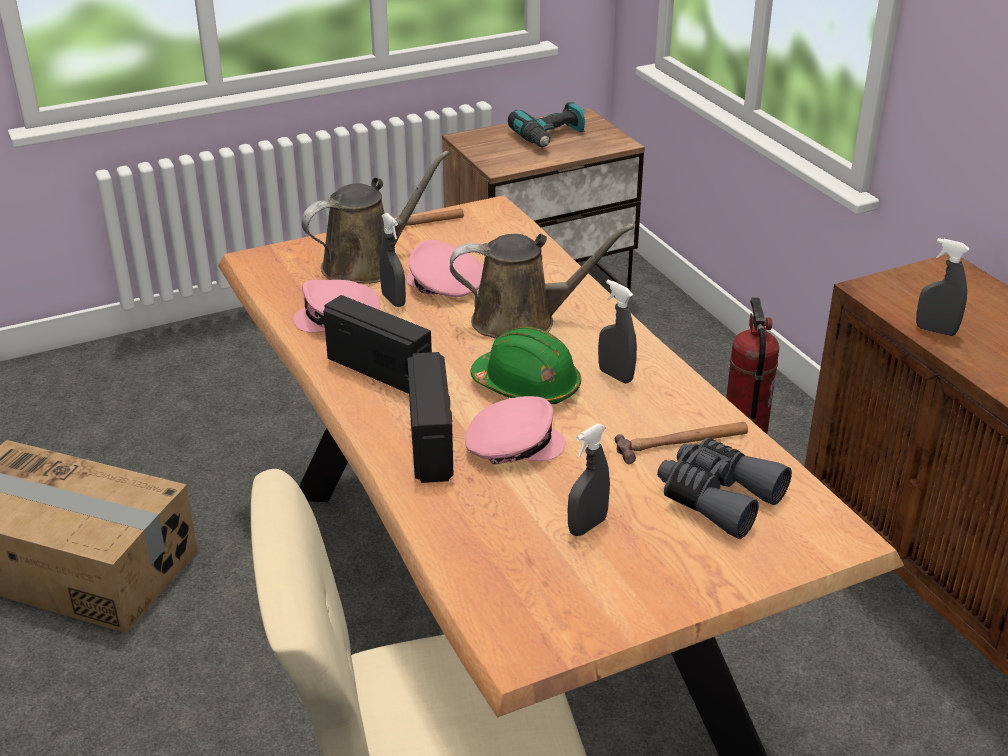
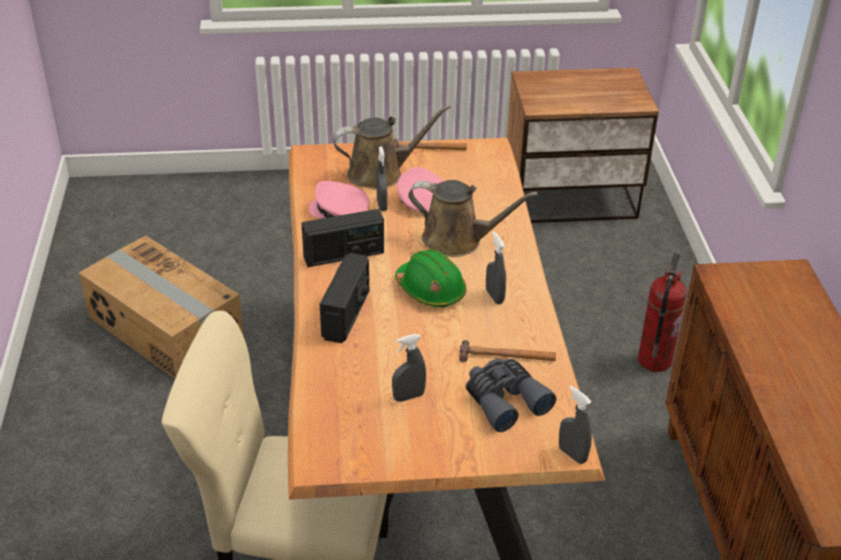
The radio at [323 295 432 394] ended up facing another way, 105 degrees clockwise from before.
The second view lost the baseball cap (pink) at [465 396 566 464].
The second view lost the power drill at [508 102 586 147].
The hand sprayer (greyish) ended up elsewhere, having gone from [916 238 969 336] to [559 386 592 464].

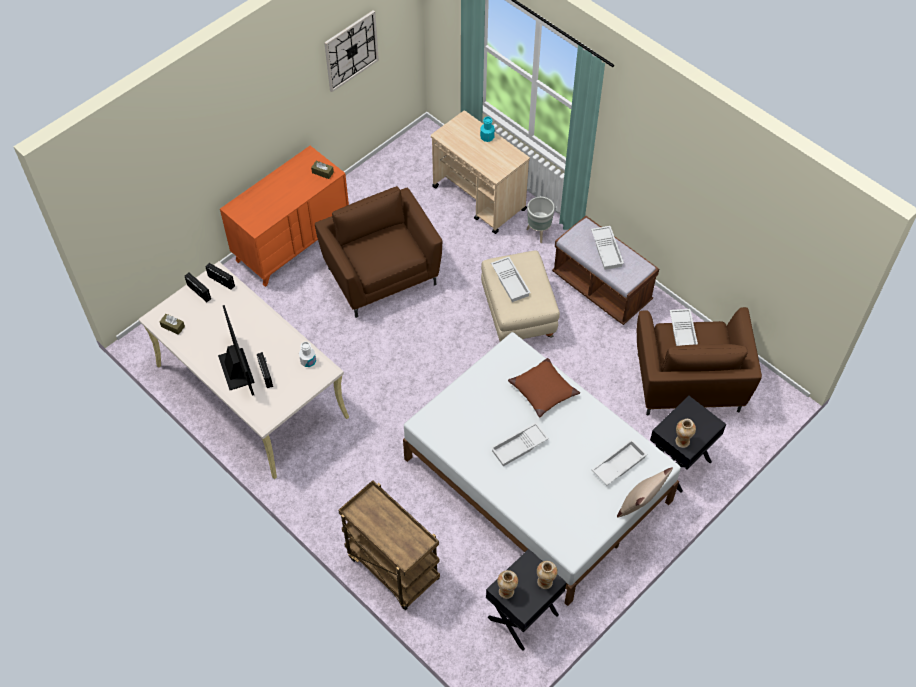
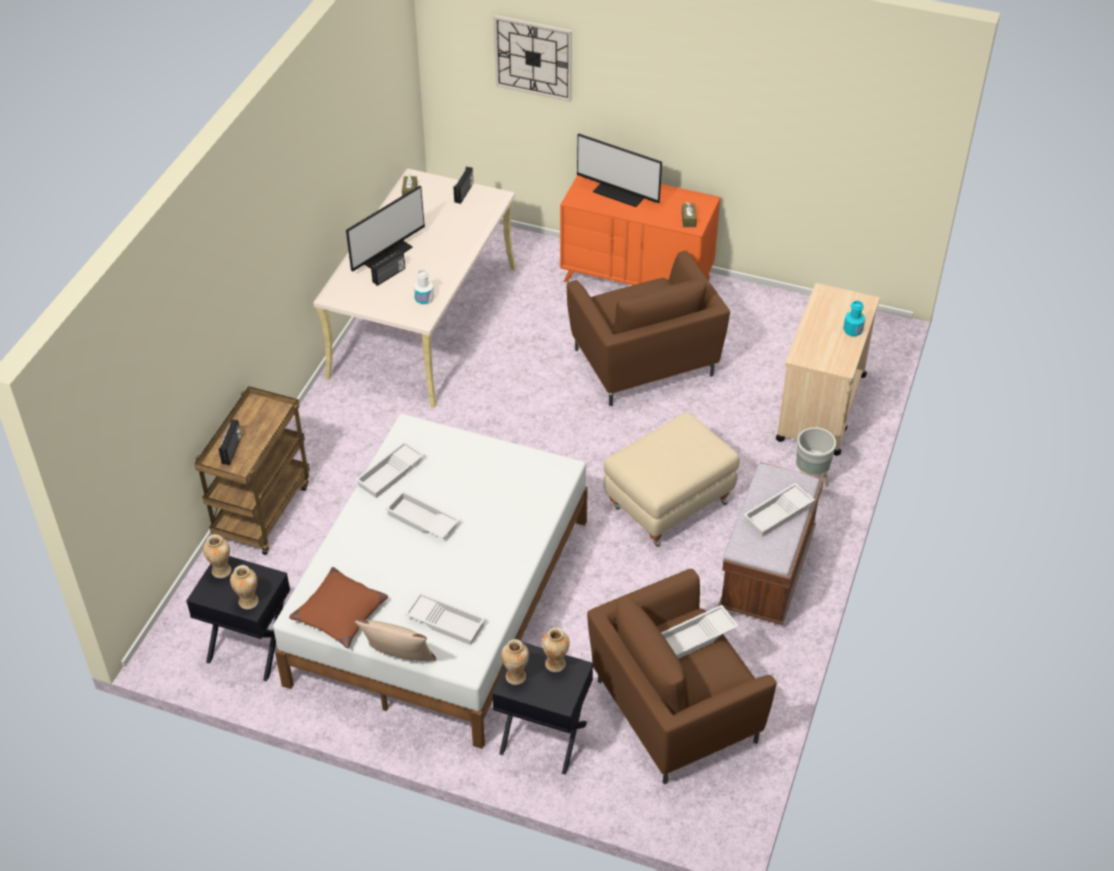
The radio ended up elsewhere, having gone from [206 263 235 290] to [219 419 241 465].
The lounge chair (brown-coloured) at [315 186 442 318] ended up facing another way, 120 degrees clockwise from before.
The wall clock ended up elsewhere, having gone from [324 10 379 92] to [494 15 572 102].
The serving tray (whitish) ended up elsewhere, having gone from [491 257 531 302] to [355 441 425 498].
The pillow (brown-coloured) ended up elsewhere, having gone from [508 358 580 417] to [289 567 388 648].
The second view gained the vase at [542 627 570 672].
The second view gained the computer display at [577 134 662 207].

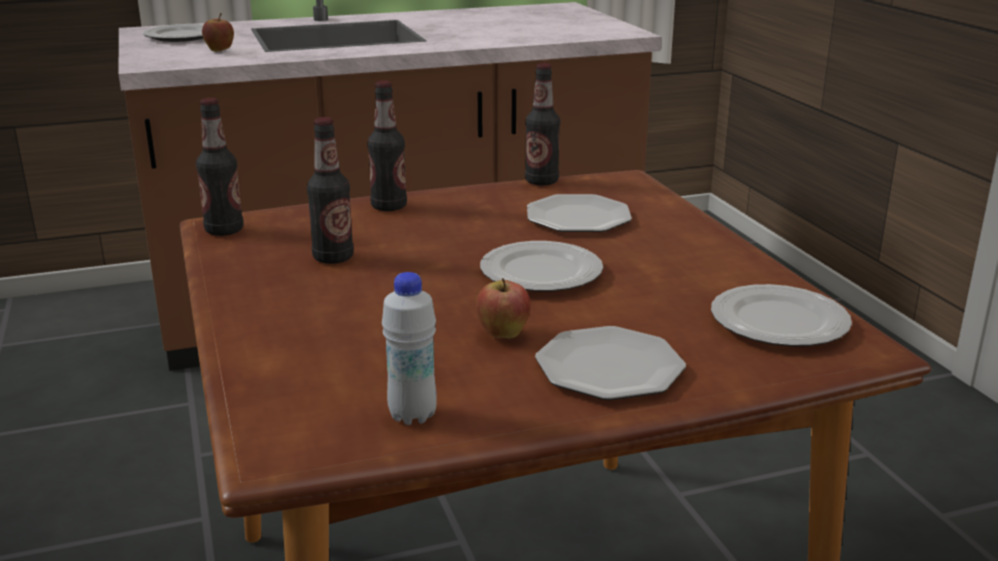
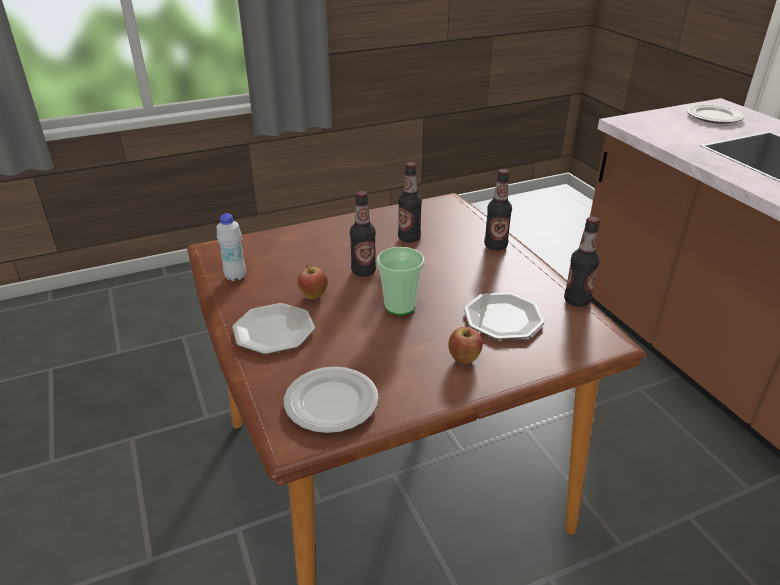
The drink bottle ended up elsewhere, having gone from [196 98 244 236] to [350 191 376 277].
The apple ended up elsewhere, having gone from [202 13 234 52] to [448 327 483 364].
Where the plate stood at [480 241 603 291], the drinking cup came to stand at [377 247 424 315].

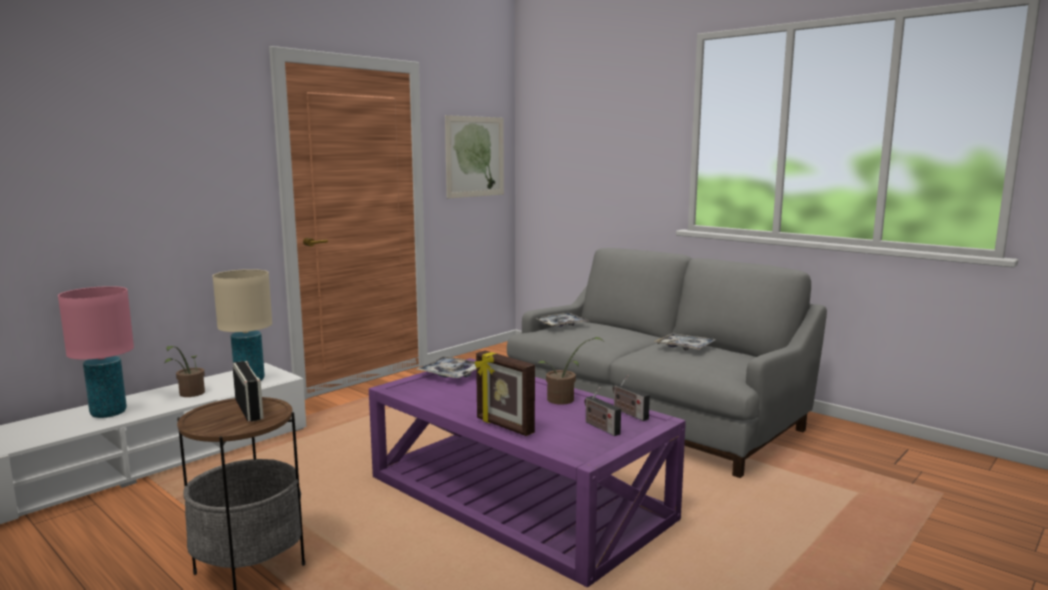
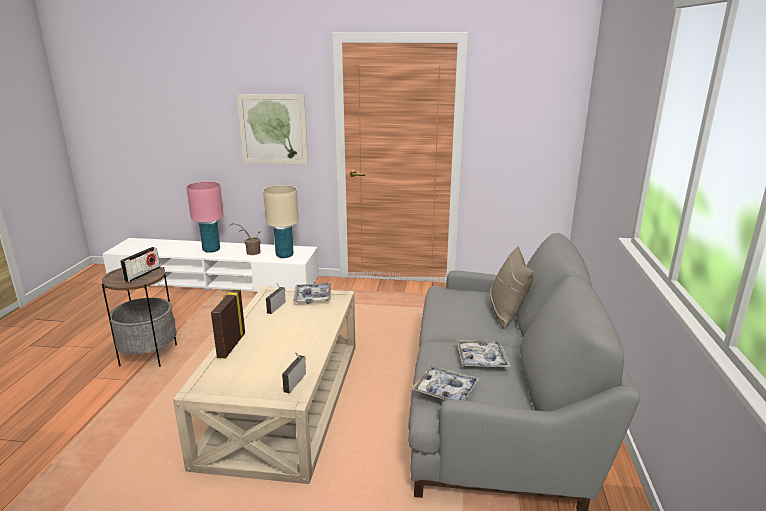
What was the lounge table (purple) at [369 358 686 587] turned into the lounge table (beige) at [173 286 355 484].
The wall art ended up elsewhere, having gone from [445 115 504 199] to [237 94 308 165].
The serving tray ended up elsewhere, having gone from [536 313 588 327] to [411 366 480 401].
The second view lost the houseplant at [537 337 603 405].
The radio ended up elsewhere, having gone from [585 387 621 436] to [266 283 286 314].
The second view gained the pillow (beige) at [490 246 534 329].

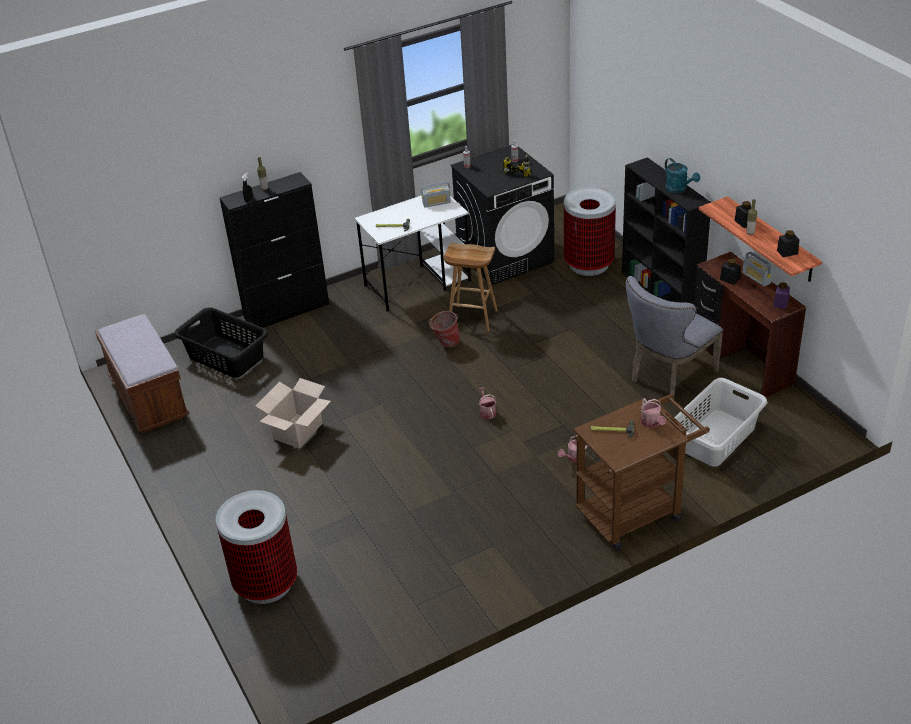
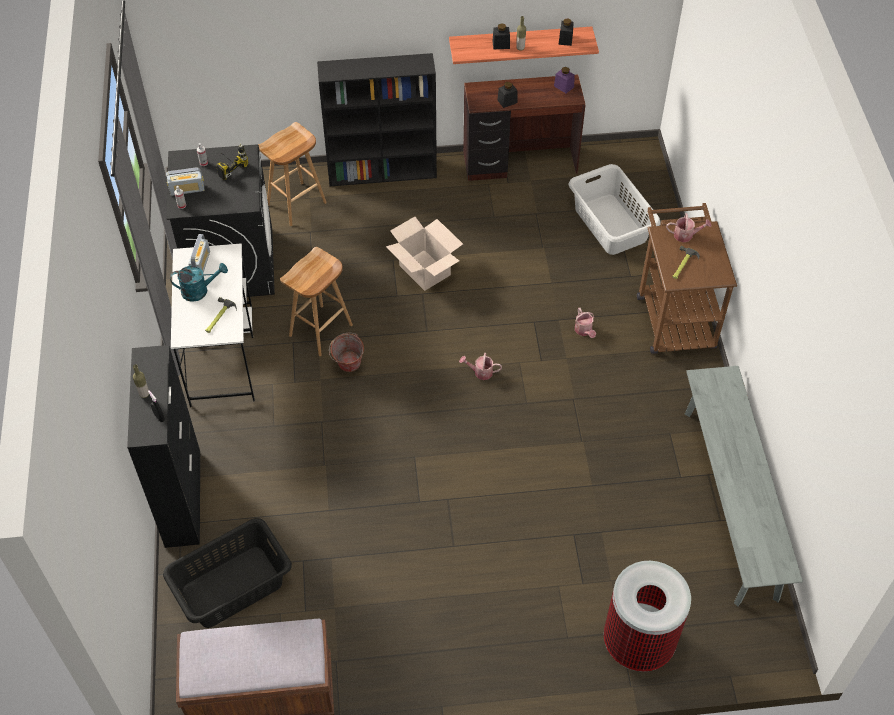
The carton ended up elsewhere, having gone from [255 378 331 449] to [386 217 463 291].
Where the trash can stood at [564 187 616 276], the sitting stool (brown-coloured) came to stand at [258 122 327 226].
The second view lost the chair (greyish) at [626 276 723 397].
The watering pot (blue-green) ended up elsewhere, having gone from [665 158 700 194] to [170 263 228 302].
The radio ended up elsewhere, having gone from [742 252 773 287] to [166 167 204 196].
The second view gained the bench (greyish) at [685 366 803 606].

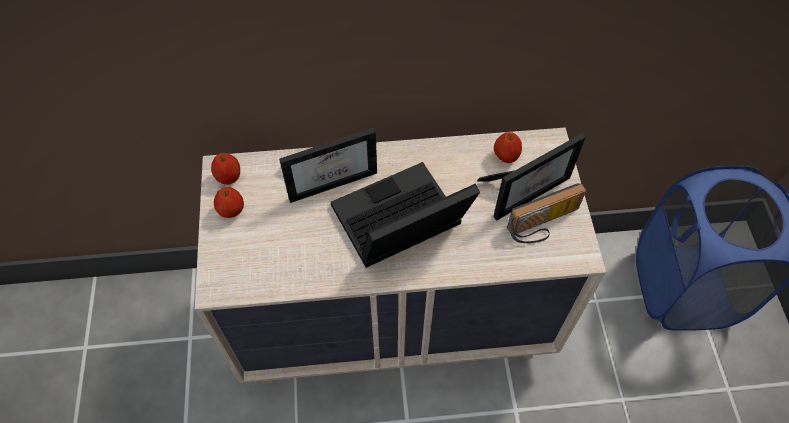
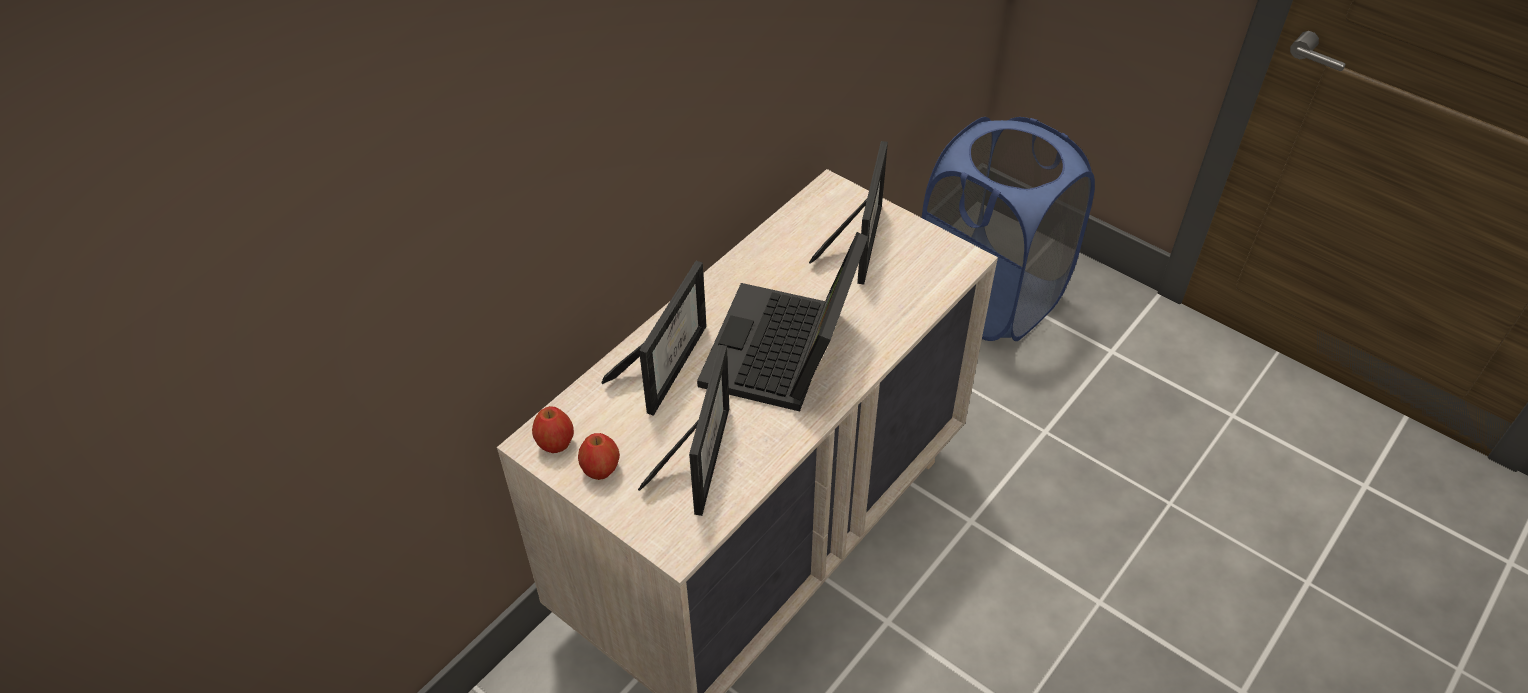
The second view lost the apple at [494 132 522 163].
The second view lost the radio at [507 183 586 243].
The second view gained the photo frame at [638 345 730 516].

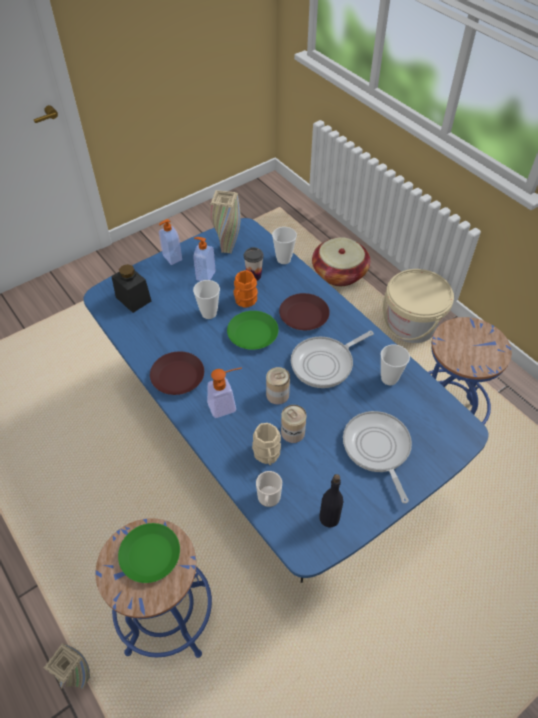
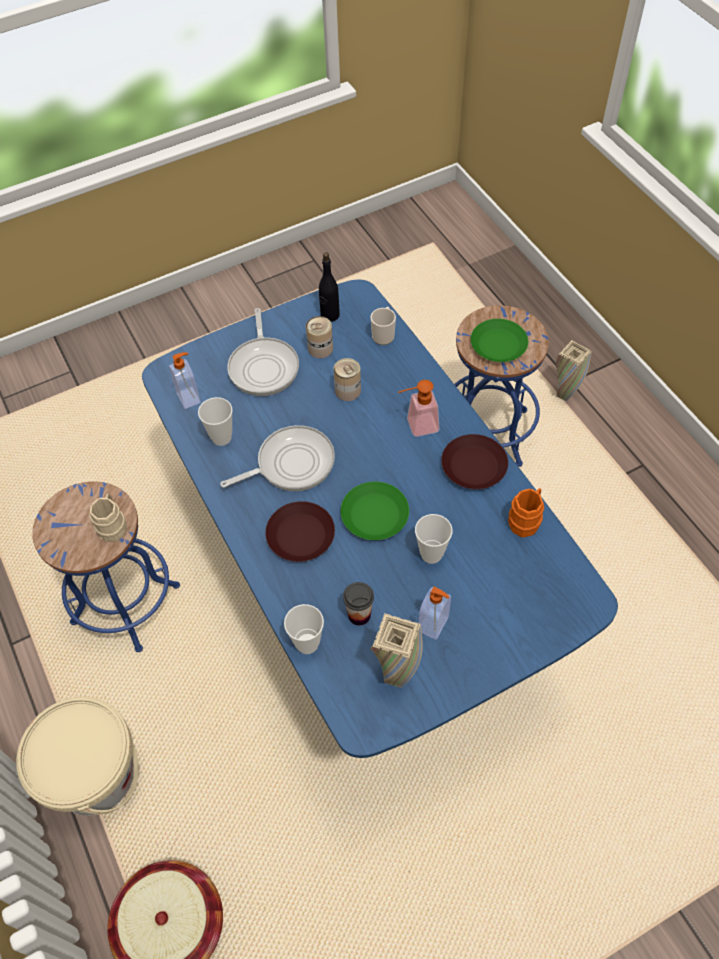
The second view lost the storage jar (black) at [111 264 151 313].
The soap bottle ended up elsewhere, having gone from [159 219 182 265] to [169 352 201 409].
The mug (orange-coloured) ended up elsewhere, having gone from [234 270 258 308] to [508 488 544 538].
The mug (beige) ended up elsewhere, having gone from [252 423 281 465] to [89 494 127 542].
The metal can ended up elsewhere, having gone from [266 367 290 405] to [306 316 333 359].

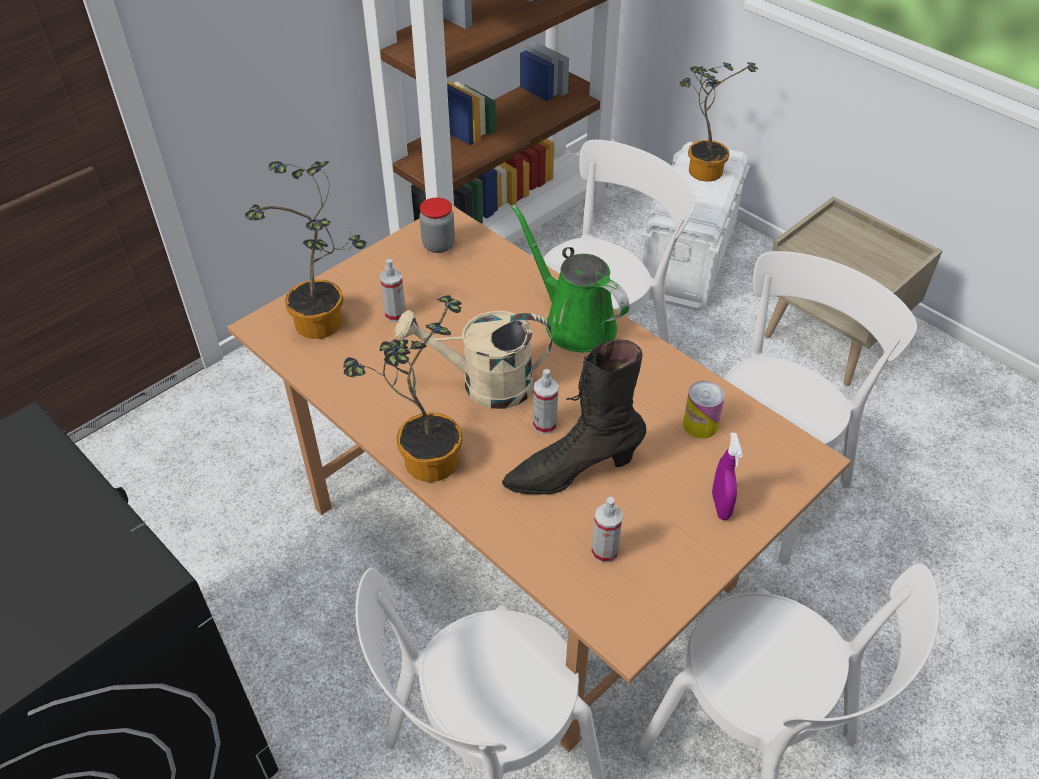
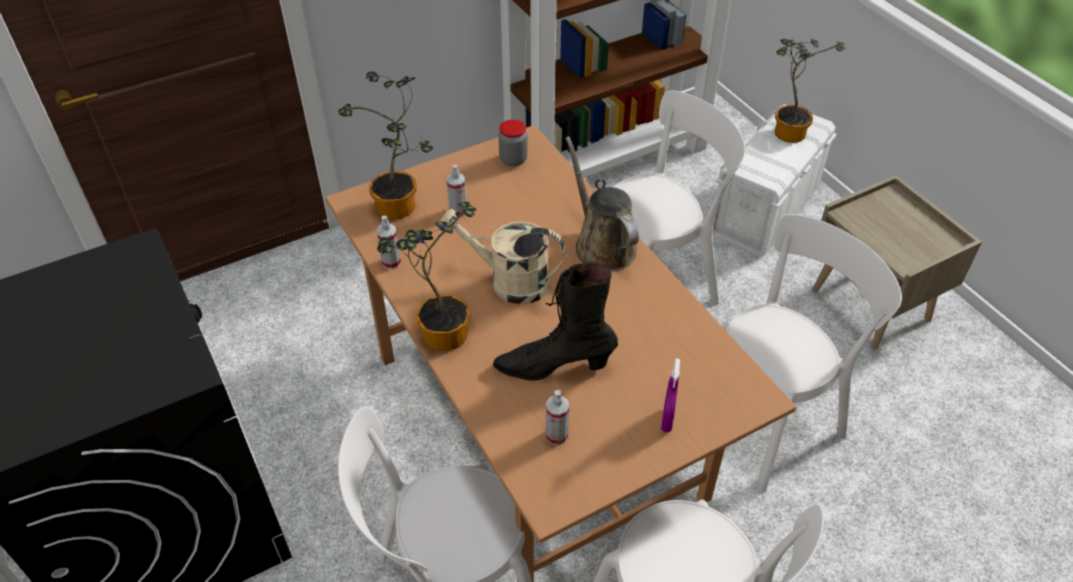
What was the watering pot (green) at [511 204 629 352] turned into the watering pot (brown-coloured) at [565 136 639 271].
The hand sprayer ended up elsewhere, having gone from [533 369 559 434] to [377 216 401 269].
The second view lost the metal can at [683 381 725 439].

